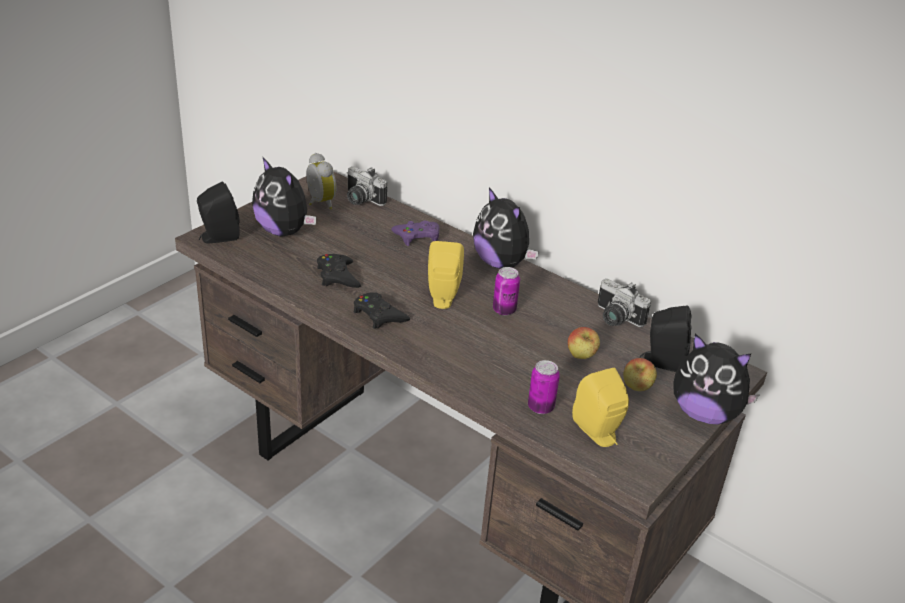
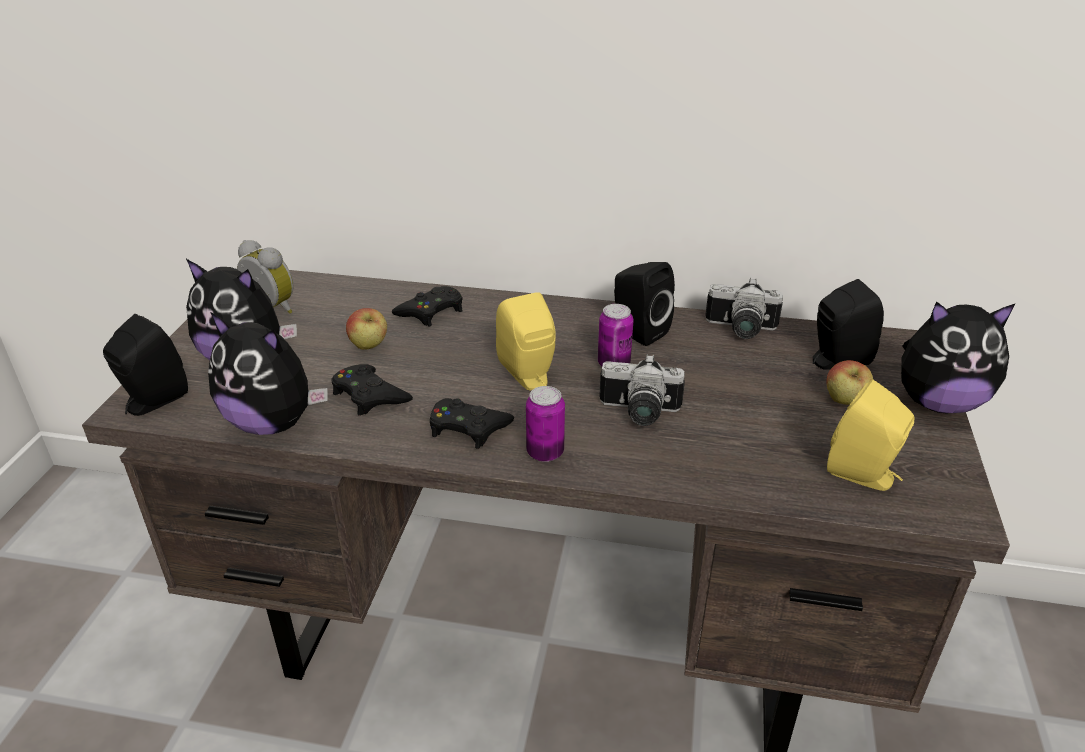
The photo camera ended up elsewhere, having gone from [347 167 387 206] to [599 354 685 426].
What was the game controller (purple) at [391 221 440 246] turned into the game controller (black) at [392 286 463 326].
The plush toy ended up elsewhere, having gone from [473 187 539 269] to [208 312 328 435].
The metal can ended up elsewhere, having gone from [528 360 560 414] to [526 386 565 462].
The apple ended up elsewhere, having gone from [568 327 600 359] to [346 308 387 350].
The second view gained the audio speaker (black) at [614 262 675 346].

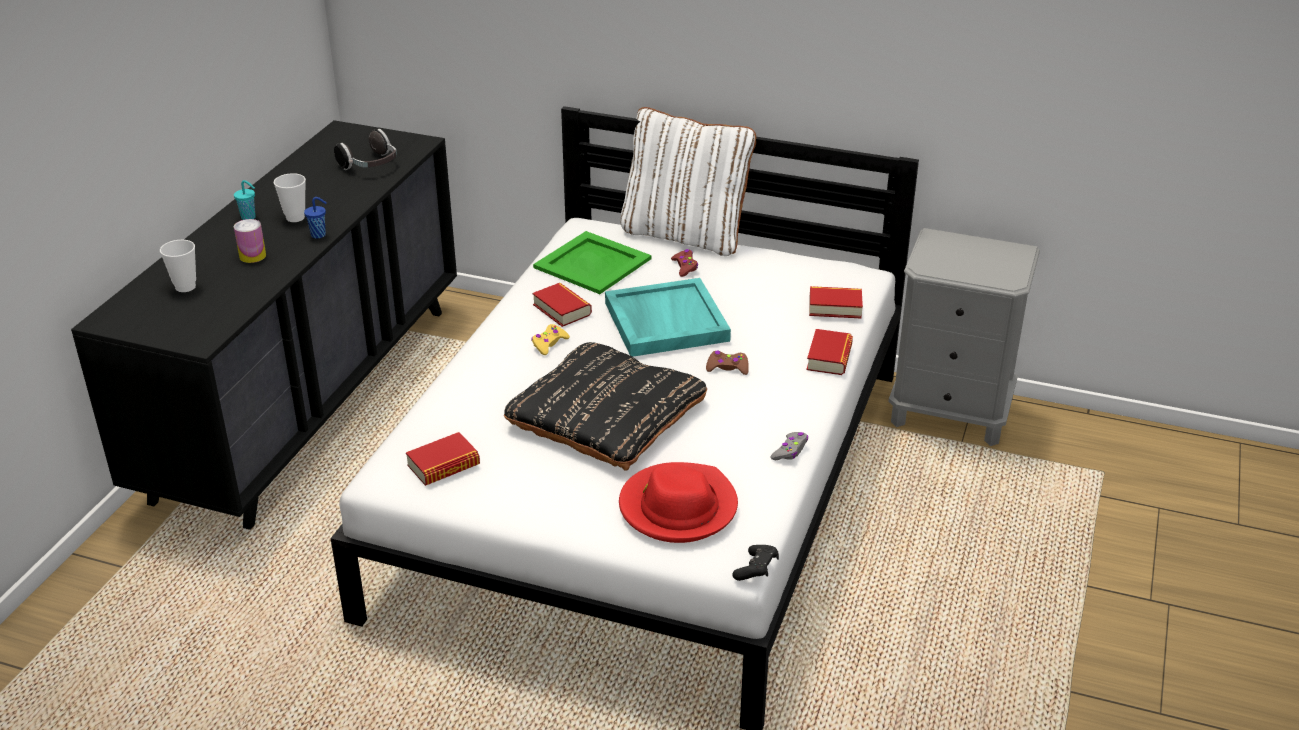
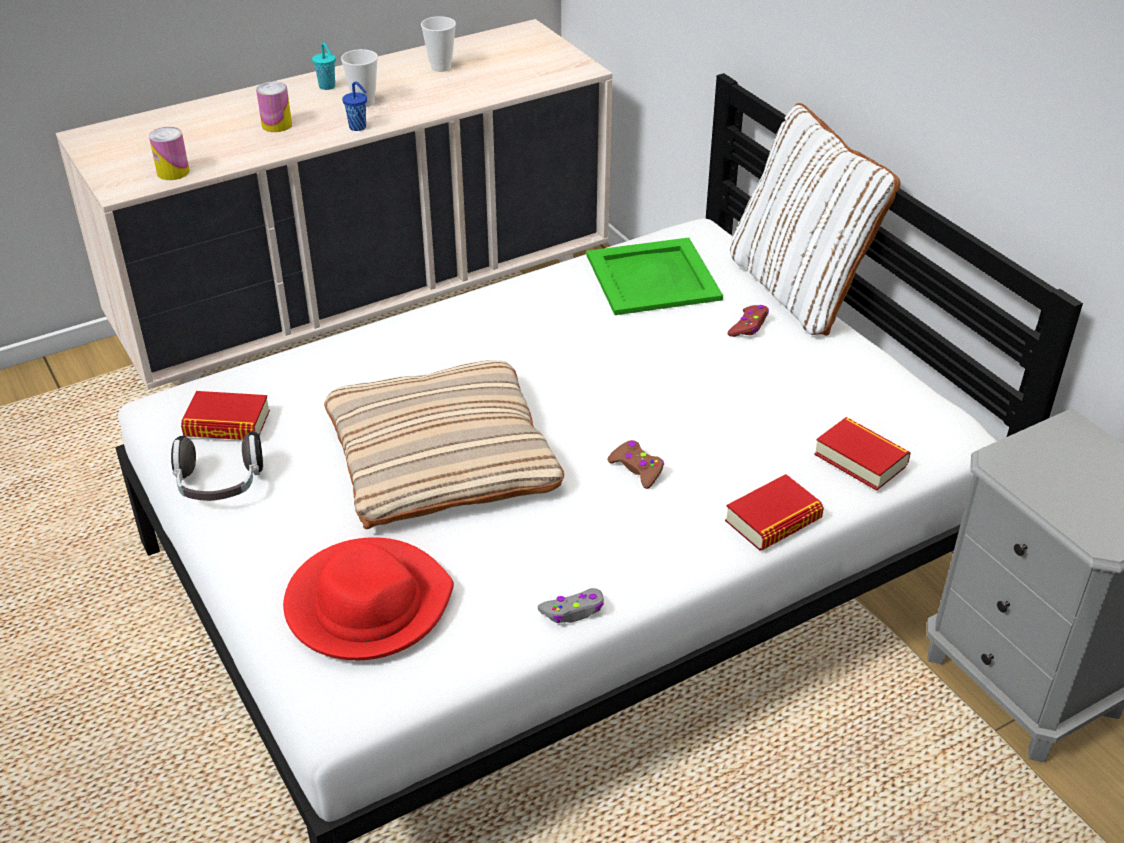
What was the chest of drawers (black) at [71 120 457 530] turned into the chest of drawers (beige) at [56 19 612 389].
The drinking cup ended up elsewhere, having gone from [160 240 196 292] to [421 16 456 72].
The headset ended up elsewhere, having gone from [334 129 397 170] to [171 431 263 501].
What was the pillow (black) at [504 342 707 471] turned into the pillow (beige) at [324 360 564 529].
The second view lost the game controller (yellow-coloured) at [531 324 570 355].
The second view lost the book at [532 283 592 327].
The second view lost the serving tray (blue-green) at [605 278 731 357].
The second view lost the game controller (black) at [732 545 779 581].
The second view gained the metal can at [149 127 189 180].

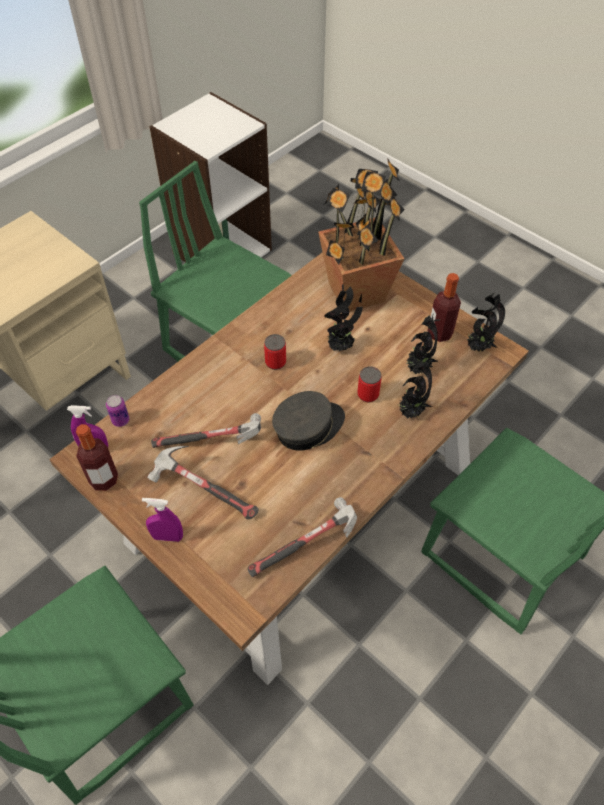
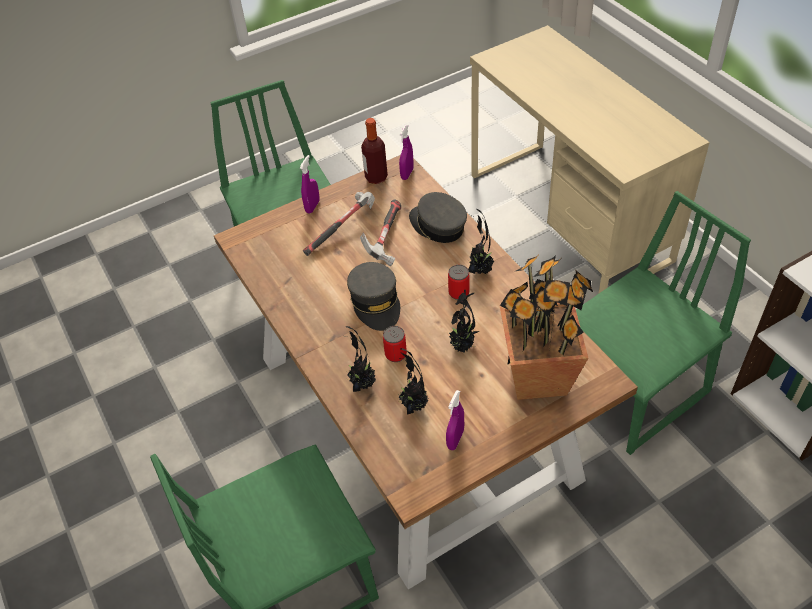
The second view lost the metal can at [106 395 129 427].
The second view lost the hammer at [248 497 357 577].
Where the drink bottle stood at [428 273 461 342], the hand sprayer (purple) came to stand at [446 390 464 450].
The houseplant ended up elsewhere, having gone from [467 293 505 352] to [467 209 494 274].
The second view gained the baseball cap (greyish) at [409 192 467 243].

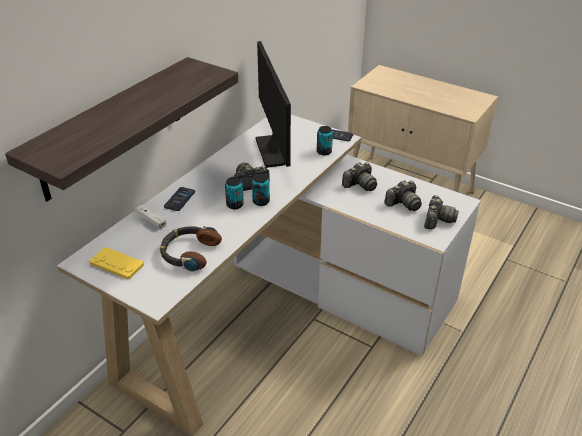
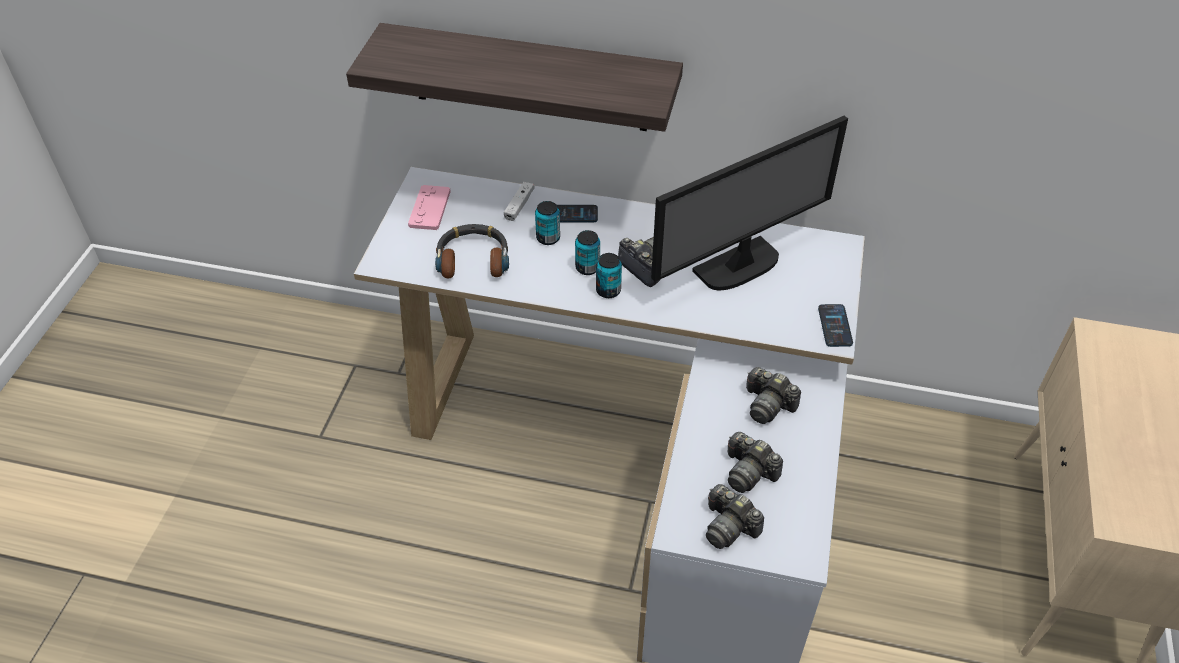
What was the game controller (yellow-coloured) at [89 247 144 279] turned into the game controller (pink) at [408 185 451 230].
The metal can ended up elsewhere, having gone from [317 126 333 155] to [535 201 560 245].
The photo camera at [424 195 459 229] ended up facing another way, 45 degrees clockwise from before.

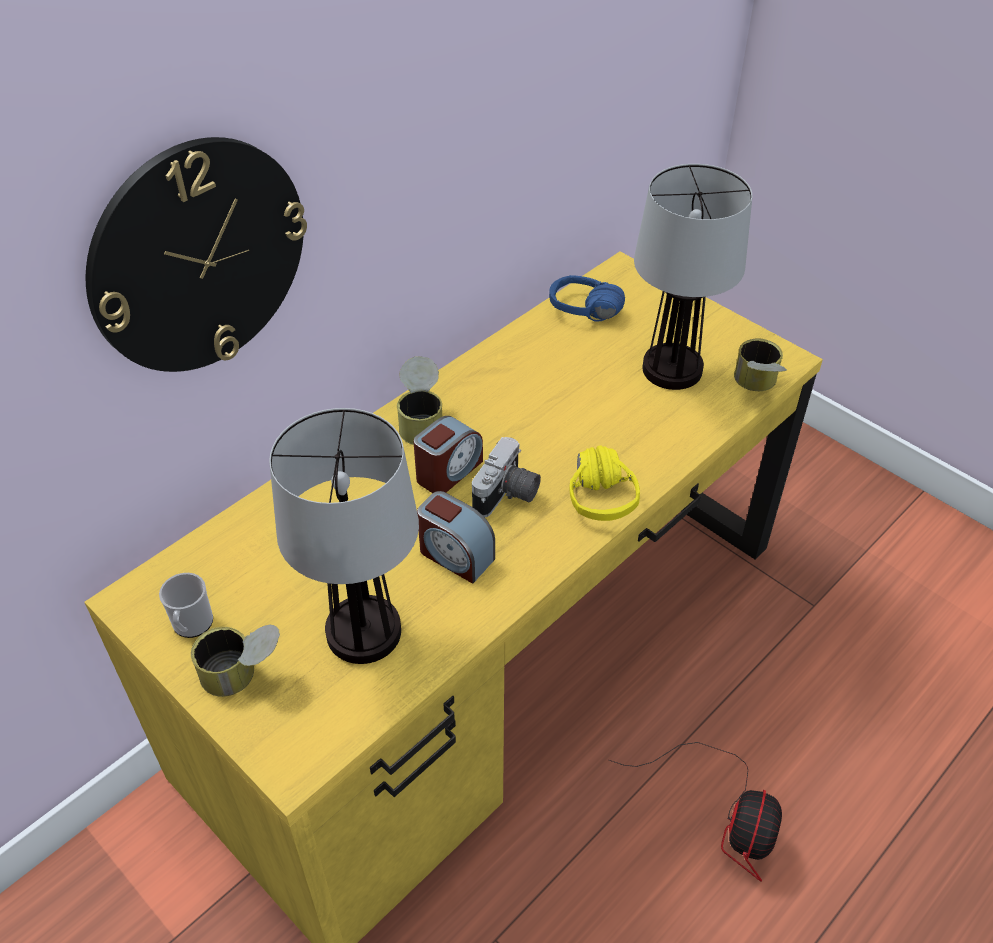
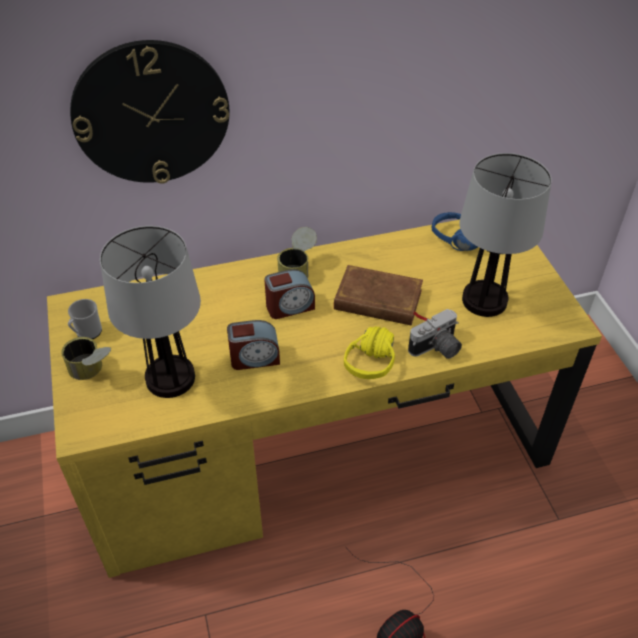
The table clock at [417 491 495 584] ended up facing another way, 75 degrees counterclockwise from before.
The photo camera ended up elsewhere, having gone from [472 437 541 517] to [408 309 462 359].
The second view lost the metal can at [734 338 787 391].
The second view gained the book (brown-coloured) at [334 265 427 326].

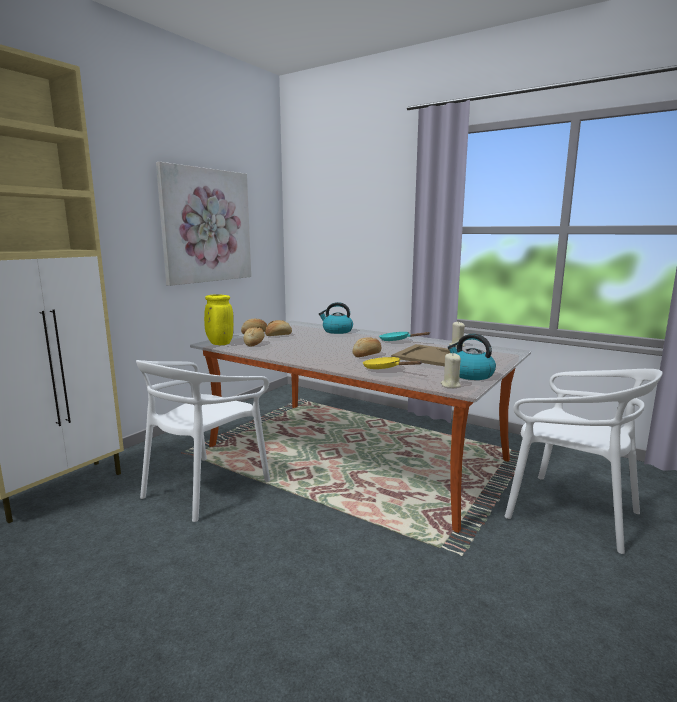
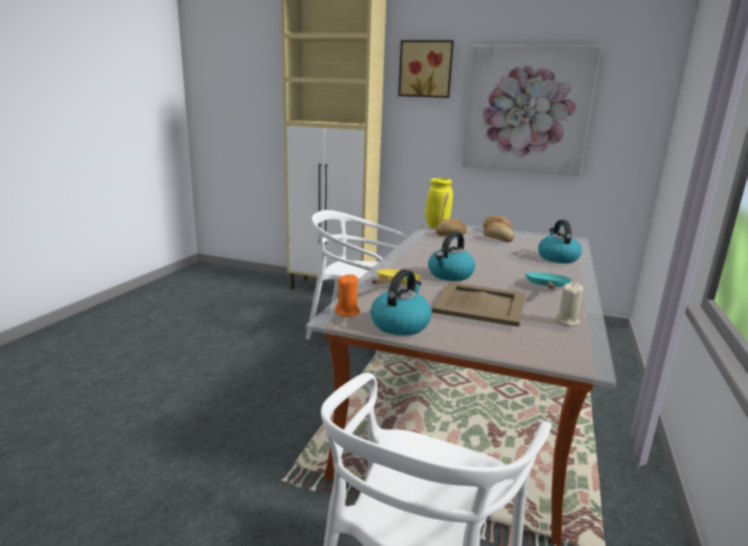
Where the baked bread stood at [353 338 382 357], the tea kettle came to stand at [428 231 475 281].
What was the candle (beige) at [441 353 461 388] turned into the candle (orange-coloured) at [335 274 360 317].
The second view gained the wall art at [398 40 454 98].

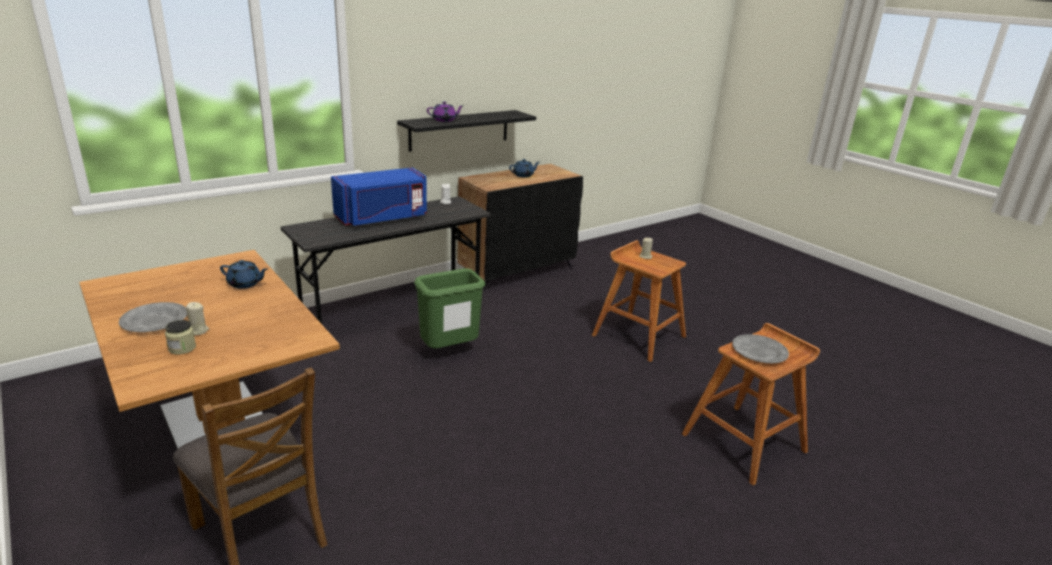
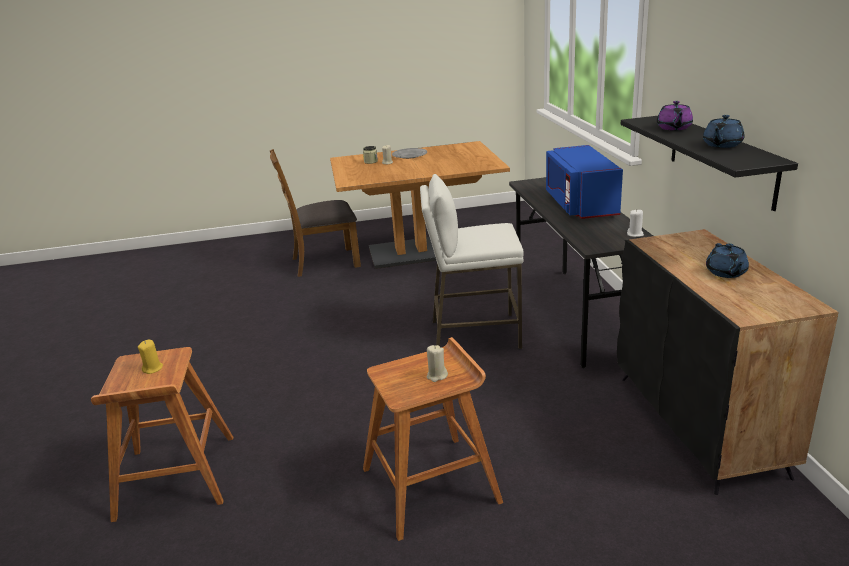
The pot for tea (bluish) ended up elsewhere, having gone from [220 260 268 289] to [703 115 745 148].
Where the trash can (green) stood at [414 268 485 348], the sitting stool (whitish) came to stand at [420 174 524 349].
Where the plate (greyish) stood at [732 334 789 363], the candle (yellow-coloured) came to stand at [138 340 163 374].

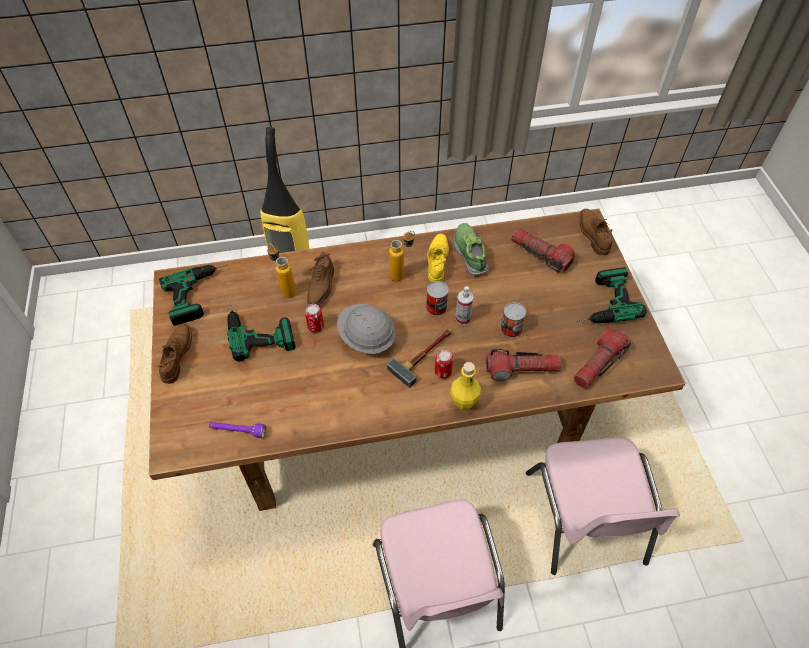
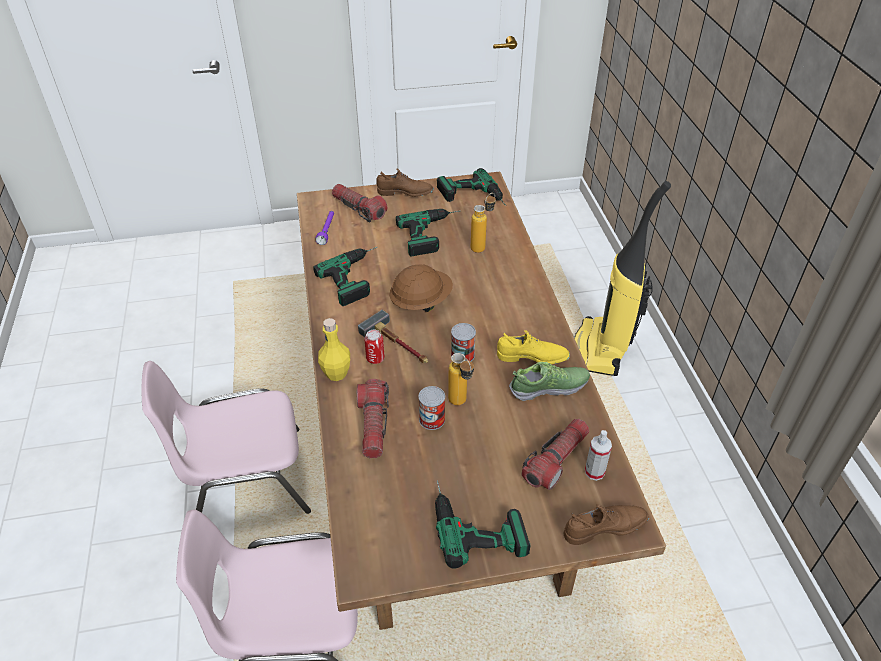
The second view lost the metal can at [305 304 324 333].
The second view lost the shoe (brown-coloured) at [307 252 334 306].
What was the work helmet (greyish) at [337 304 396 354] turned into the work helmet (brown-coloured) at [389 264 453 312].
The drink bottle ended up elsewhere, having gone from [389 231 415 281] to [448 353 474 405].
The hand sprayer ended up elsewhere, having gone from [455 286 474 325] to [585 430 612 481].
The torch ended up elsewhere, having gone from [574 328 631 389] to [332 184 387 223].
The second view gained the power drill at [313 247 377 306].

